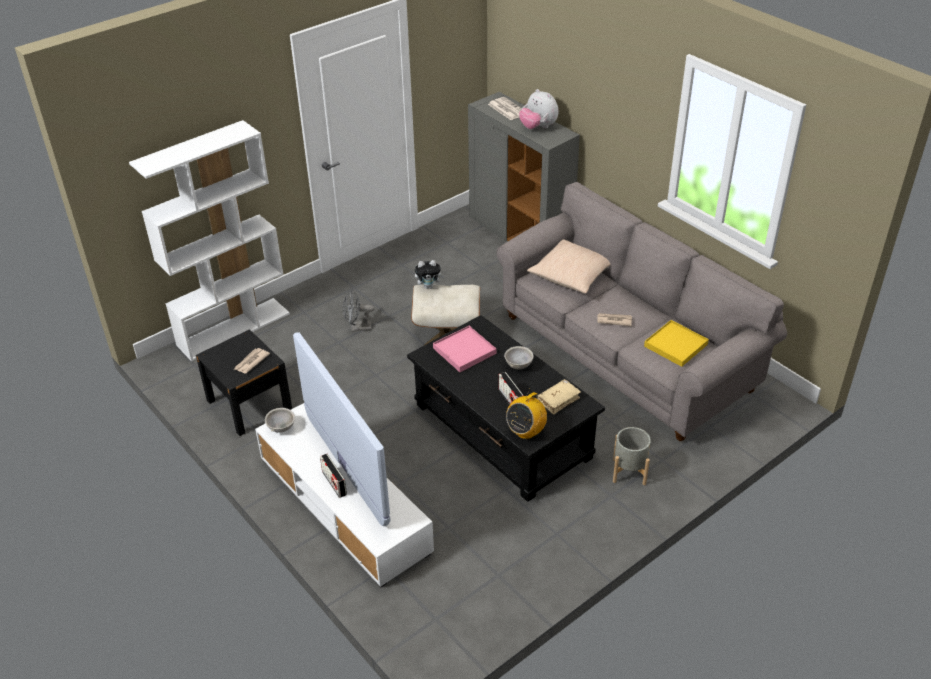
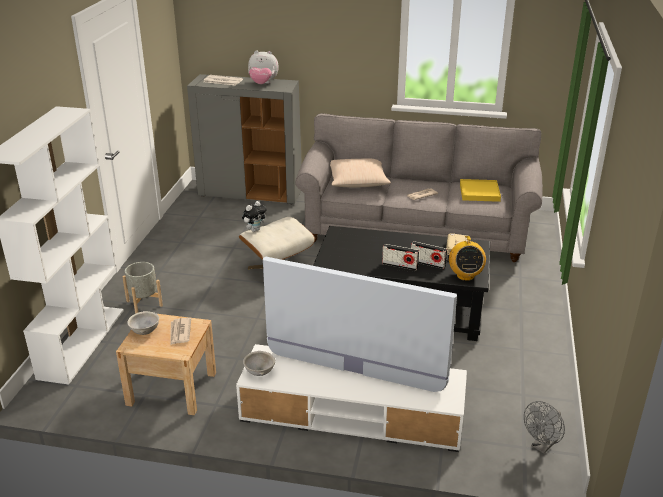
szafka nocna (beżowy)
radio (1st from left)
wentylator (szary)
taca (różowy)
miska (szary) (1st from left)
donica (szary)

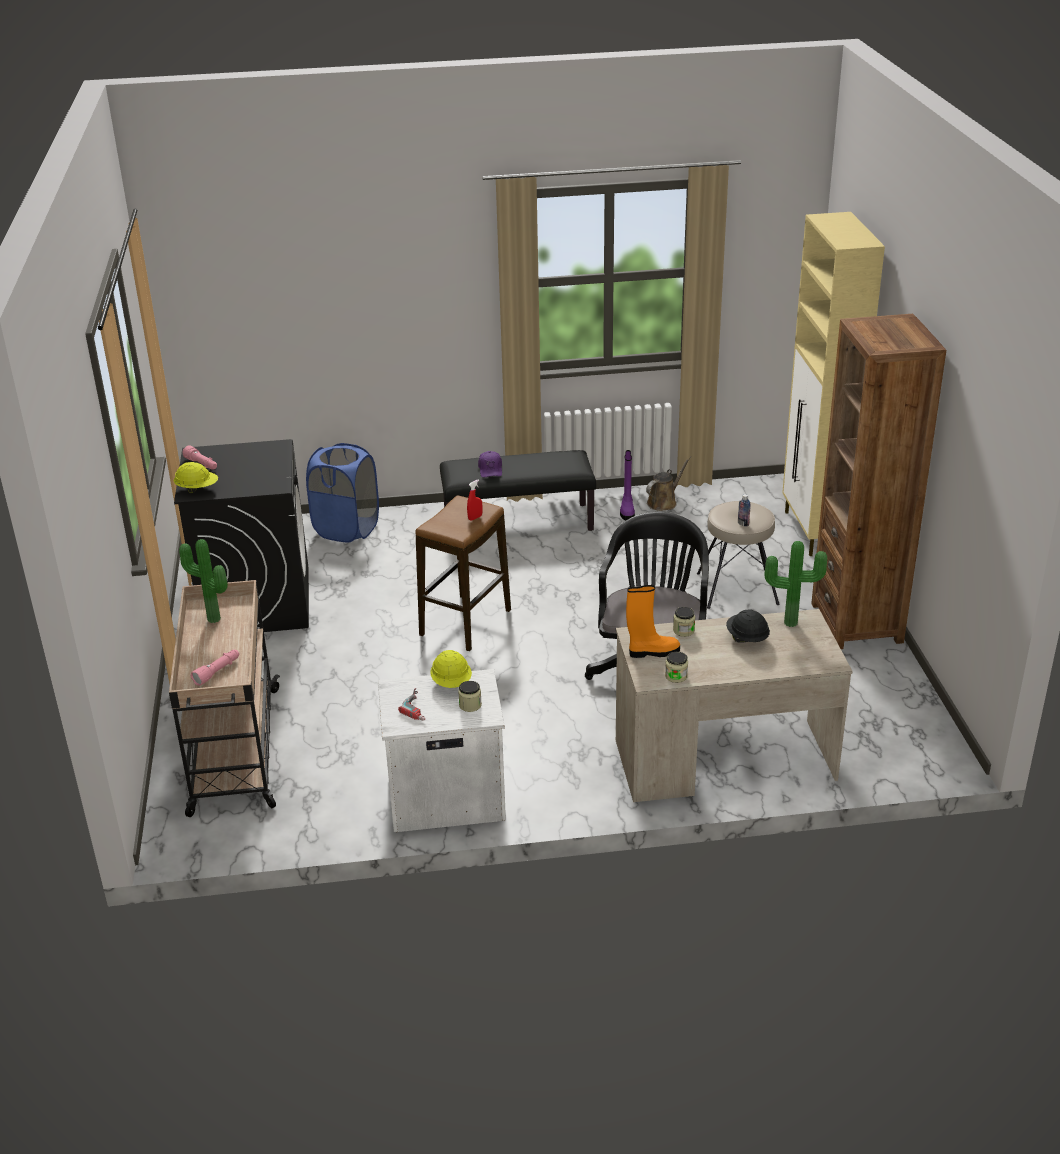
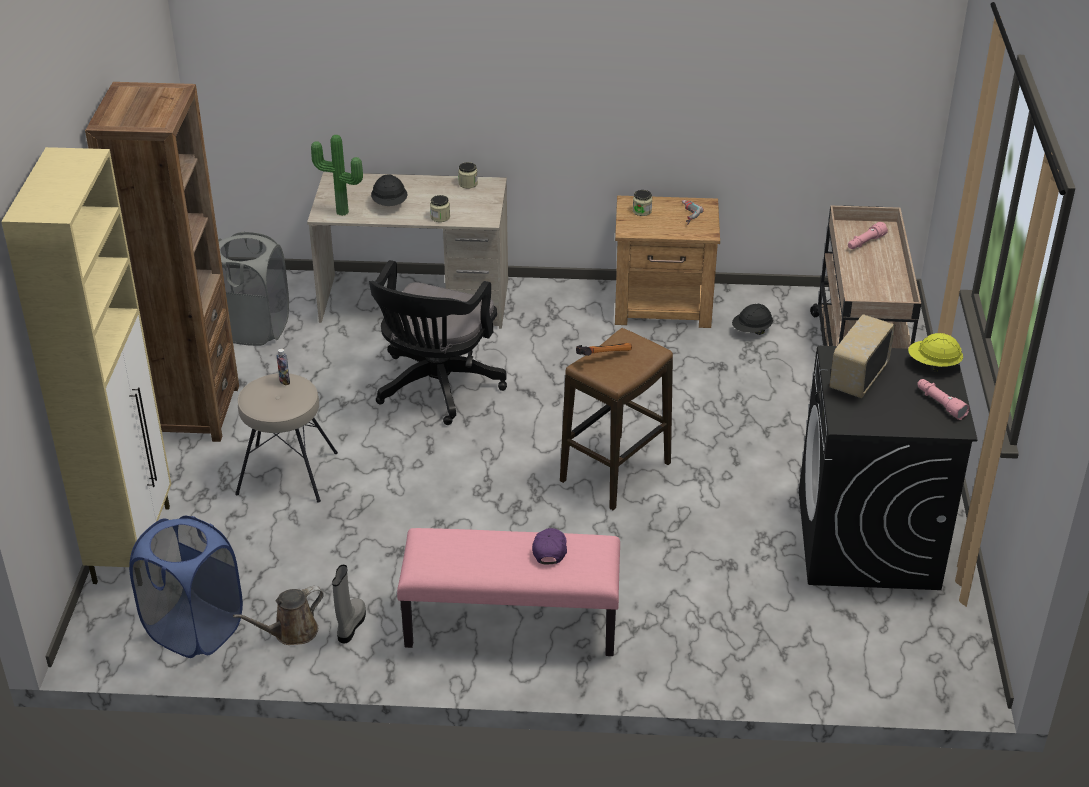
roślina doniczkowa (1st from left in the first image)
kosz na pranie (niebieski)
szafka nocna (brązowy)
kask (żółty) (2nd from left in the first image)
ławka (różowy)
młotek
but z cholewką (szary)
but z cholewką (pomarańczowy)
kosz na pranie (szary)
kask (czarny) (2nd from left)
radio

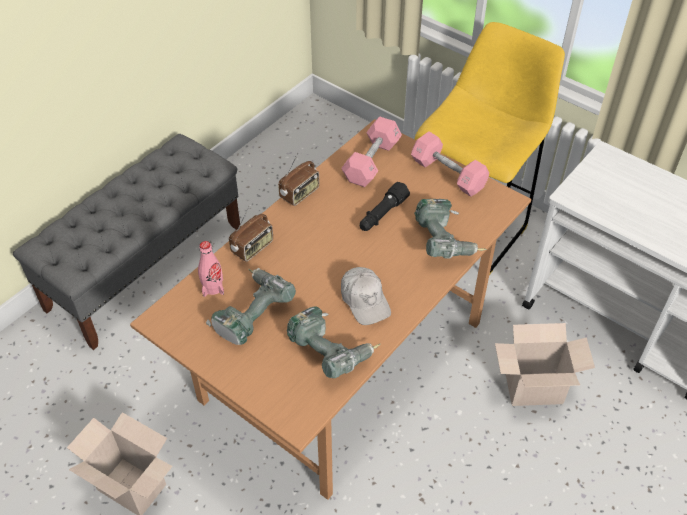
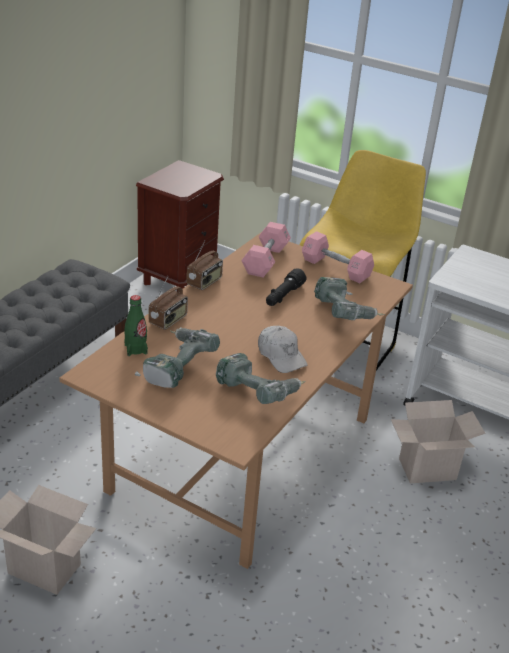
butelka (zielony)
szafka nocna (brązowy)

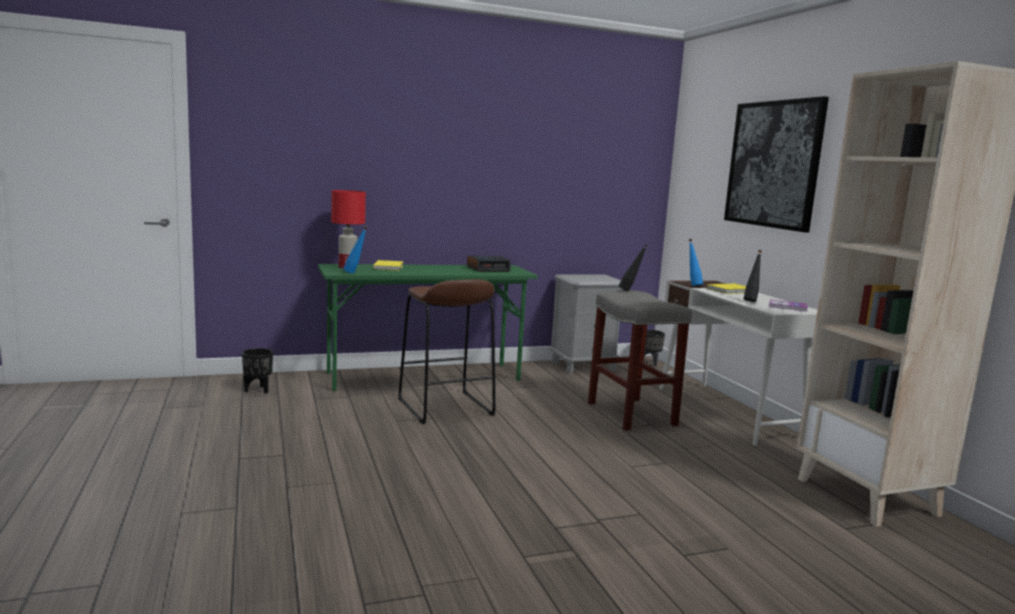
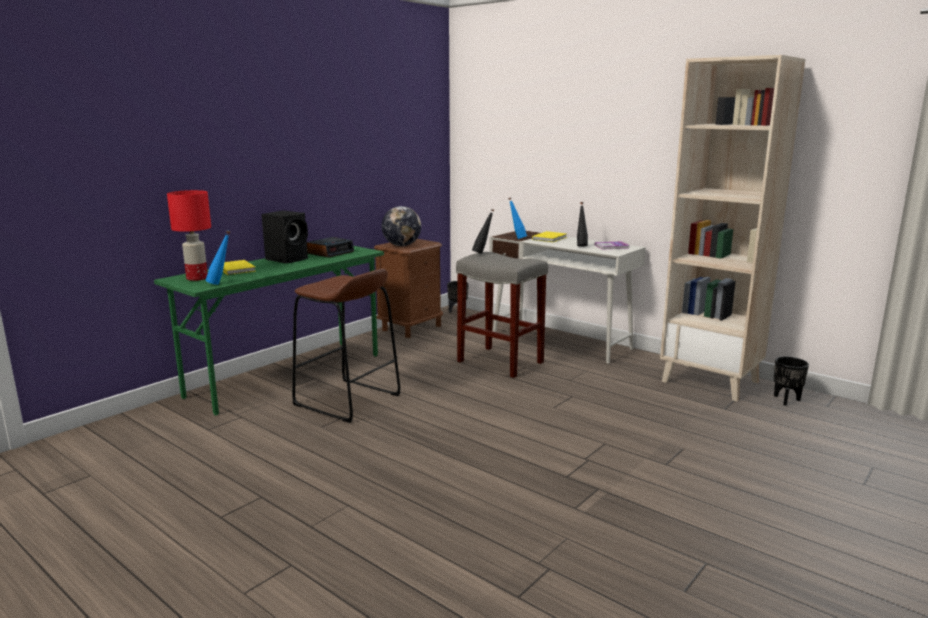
donica (czarny) (2nd from left)
szafka nocna (brązowy)
obraz
głośnik (czarny)
globus

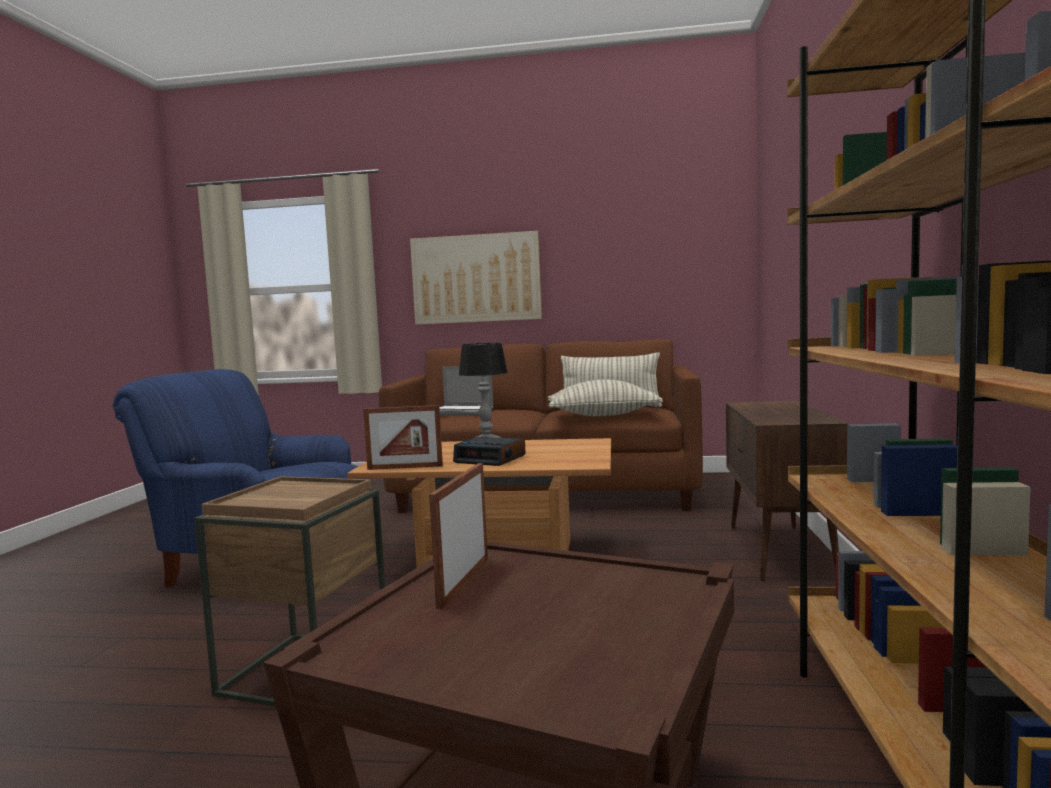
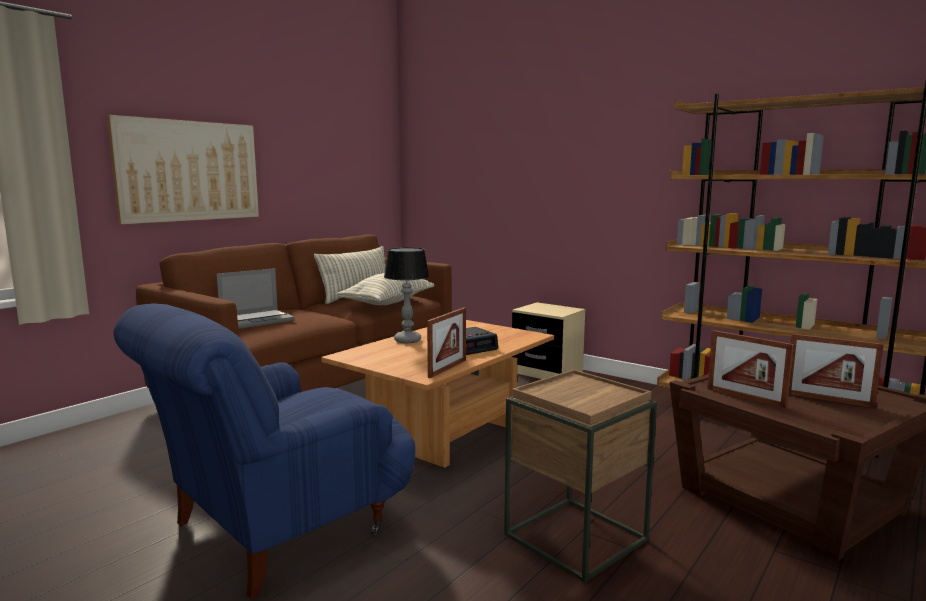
szafka nocna (beżowy)
ramka na zdjęcie (3rd from left)

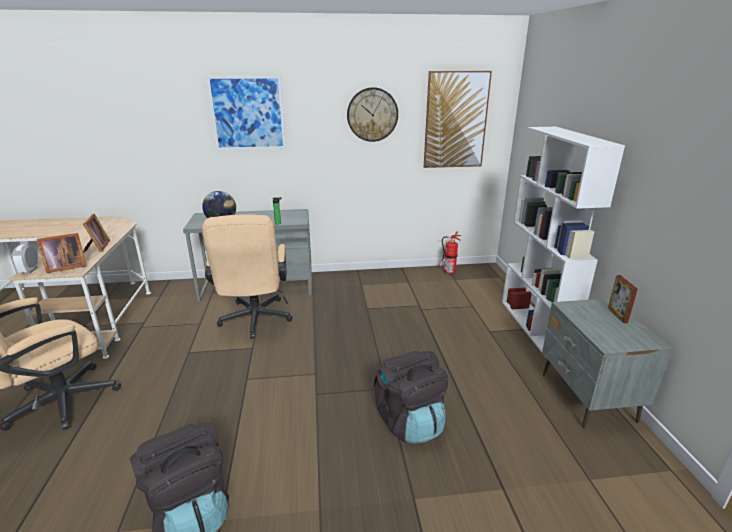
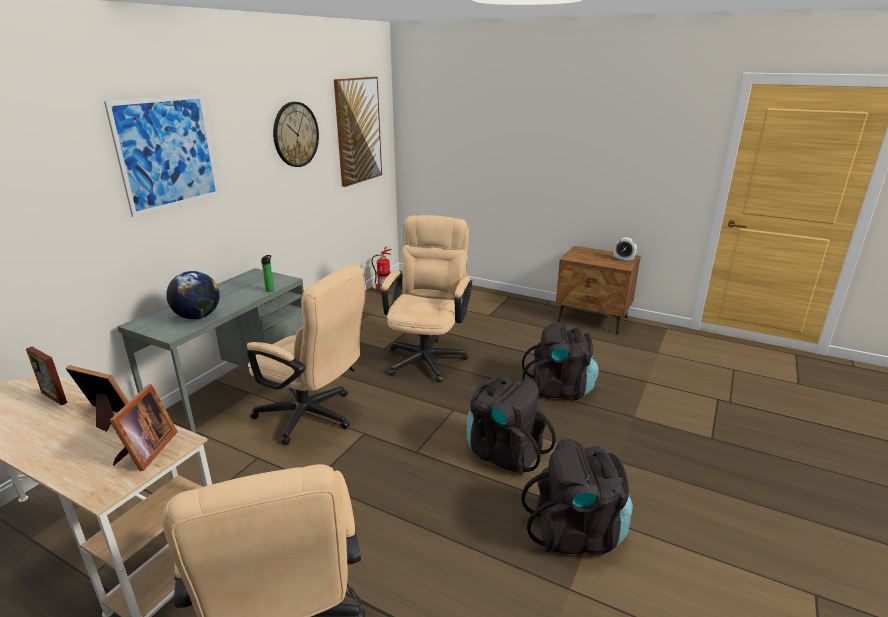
budzik
regał (biały)
szafka nocna (brązowy)
ramka na zdjęcie (1st from left)
krzesło biurowe (beżowy) (3rd from left)
plecak (czarny) (1st from left)

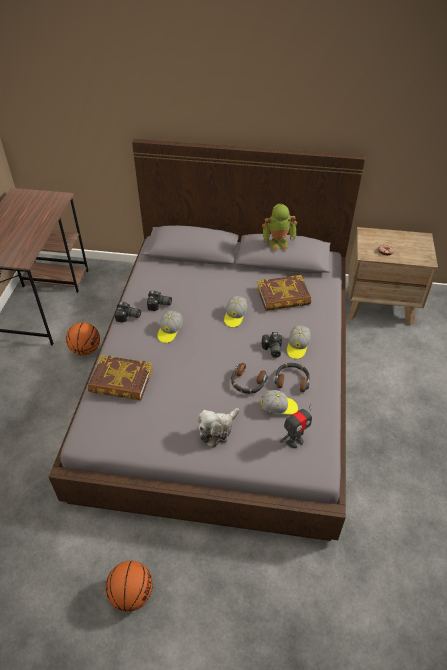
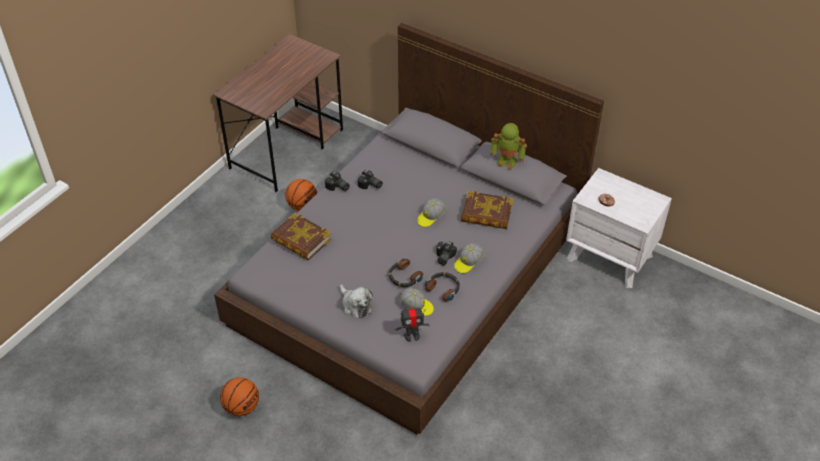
czapka z daszkiem (1st from left in the first image)
pluszak
szafka nocna (biały)

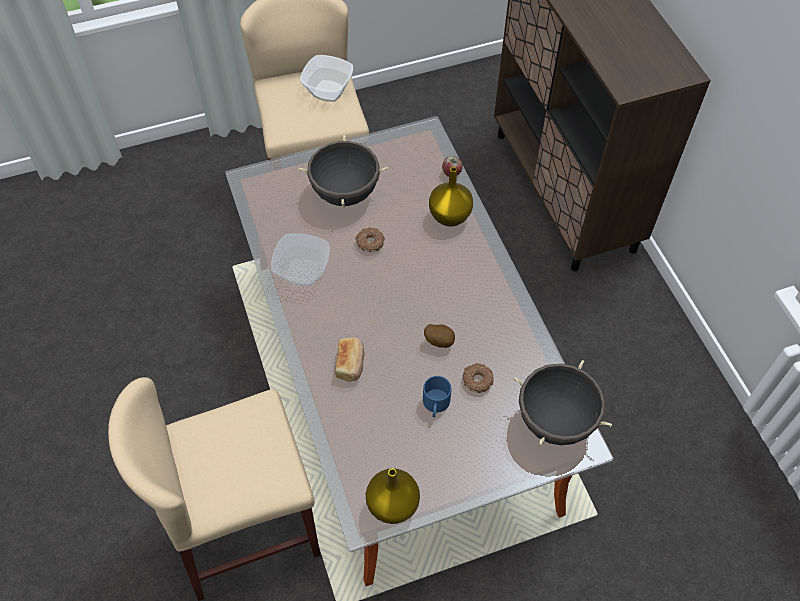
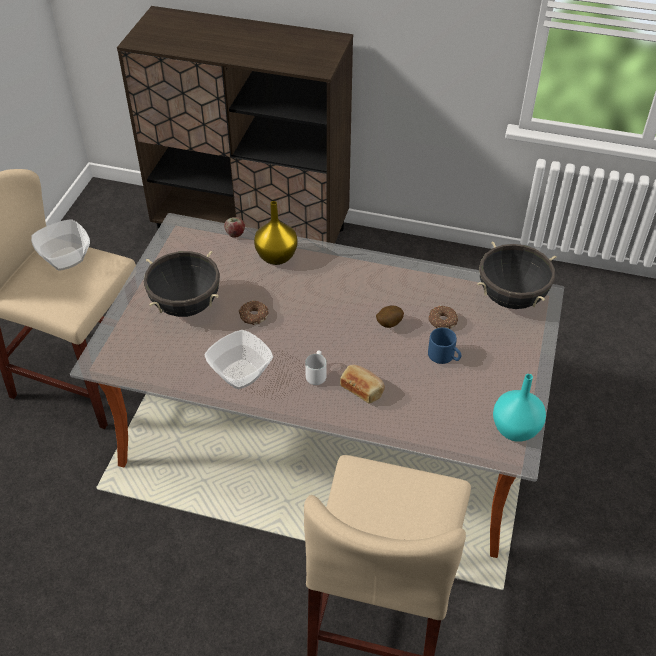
wazon (turkusowy)
kubek (biały)

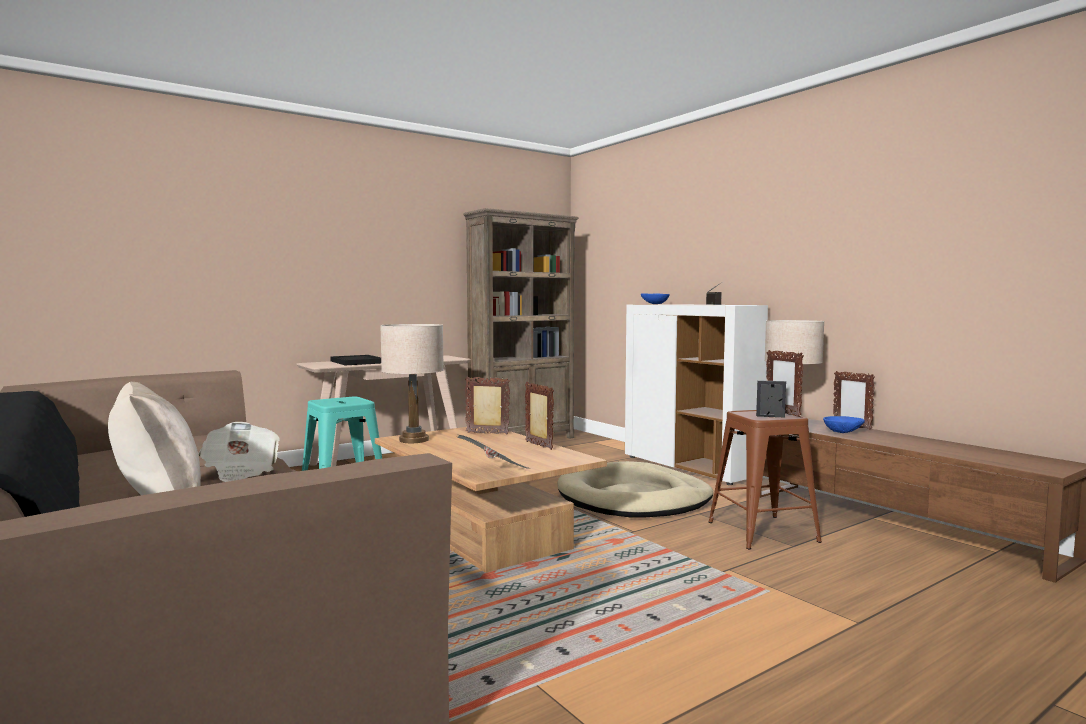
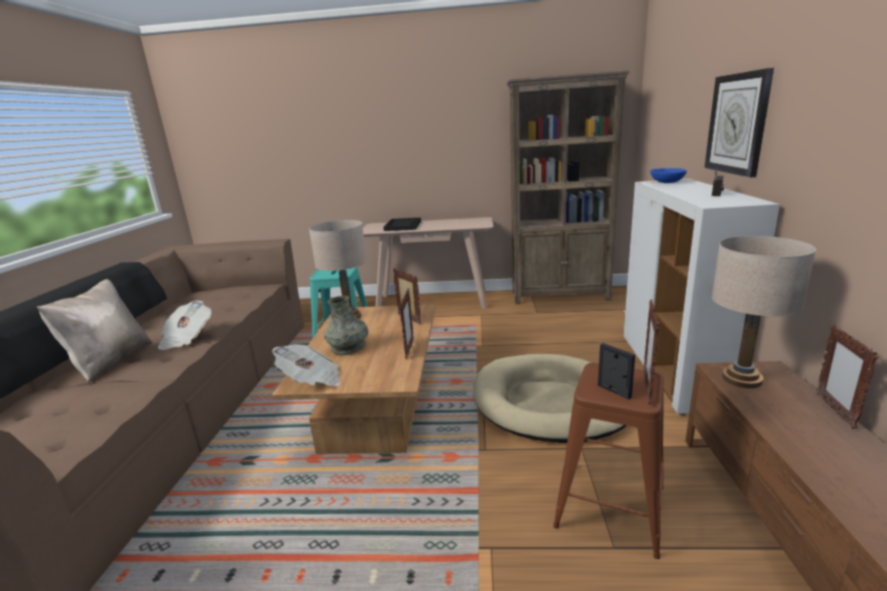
miska (niebieski) (2nd from left in the first image)
wazon (szary)
zegar ścienny

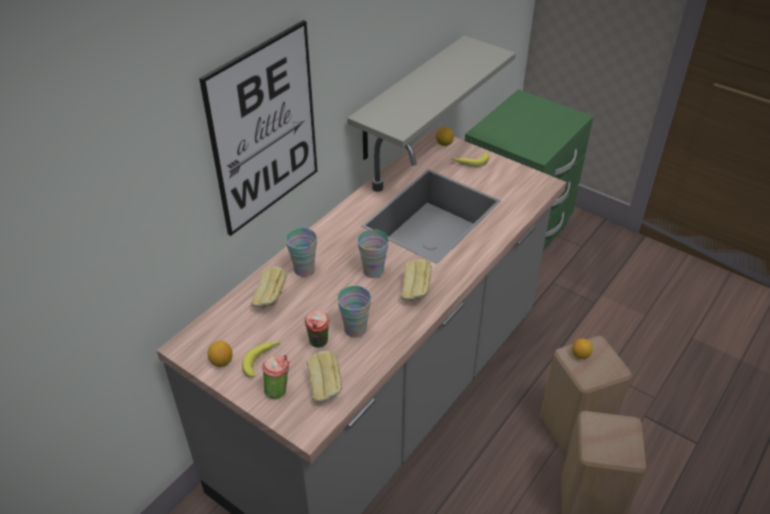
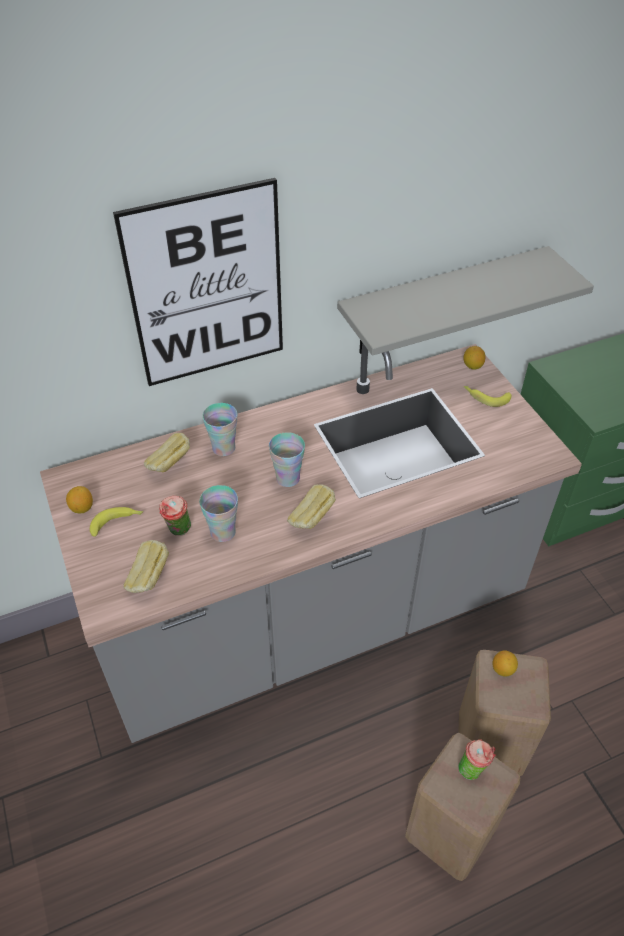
filiżanka (5th from left)

